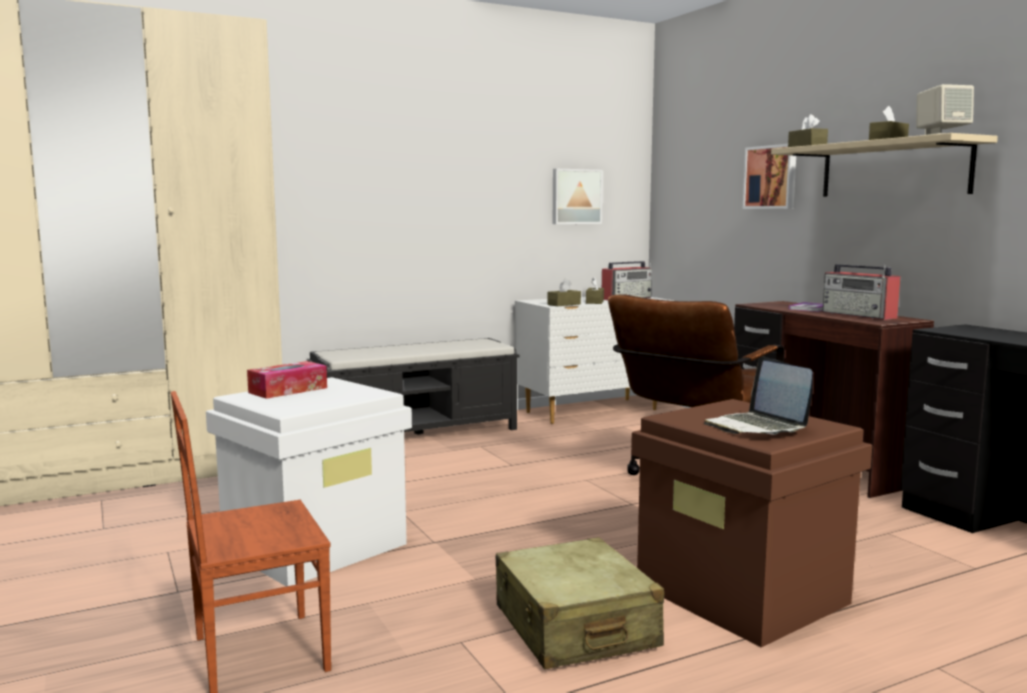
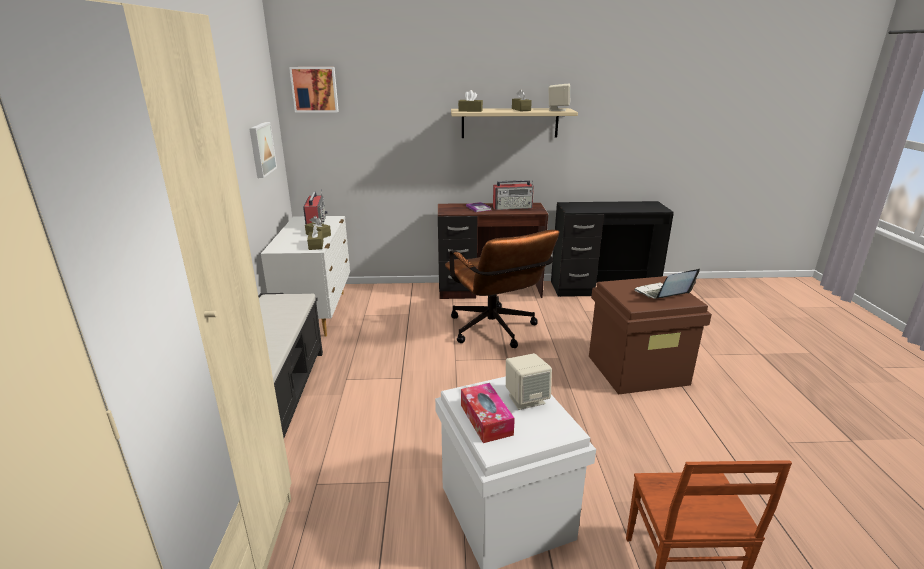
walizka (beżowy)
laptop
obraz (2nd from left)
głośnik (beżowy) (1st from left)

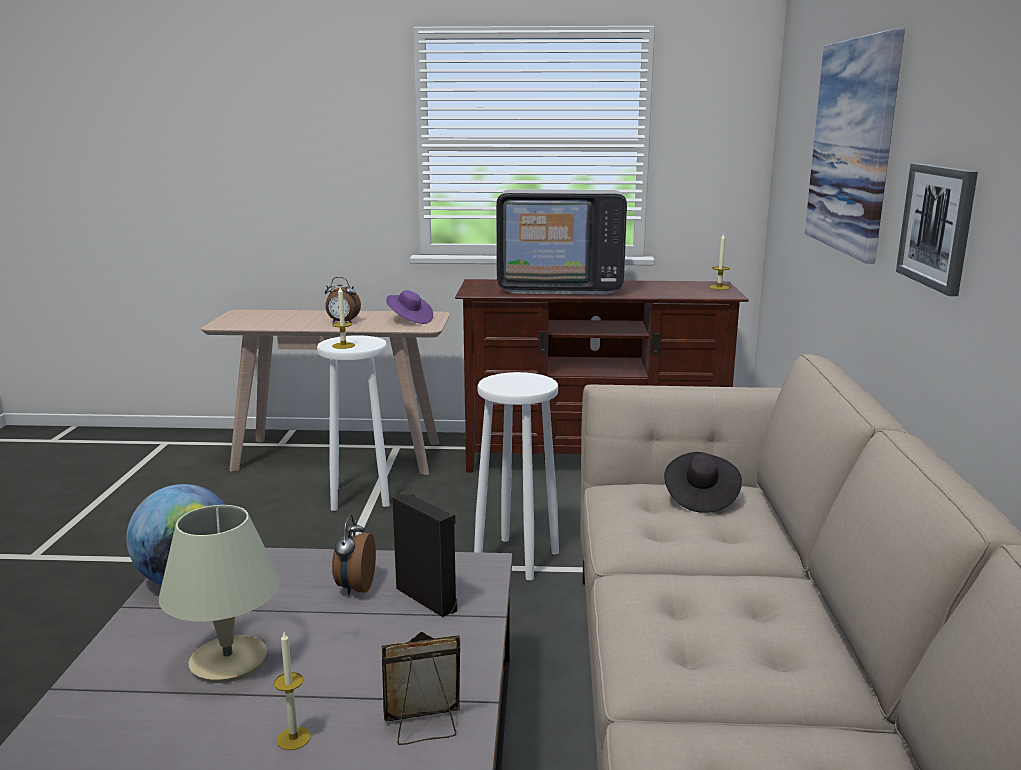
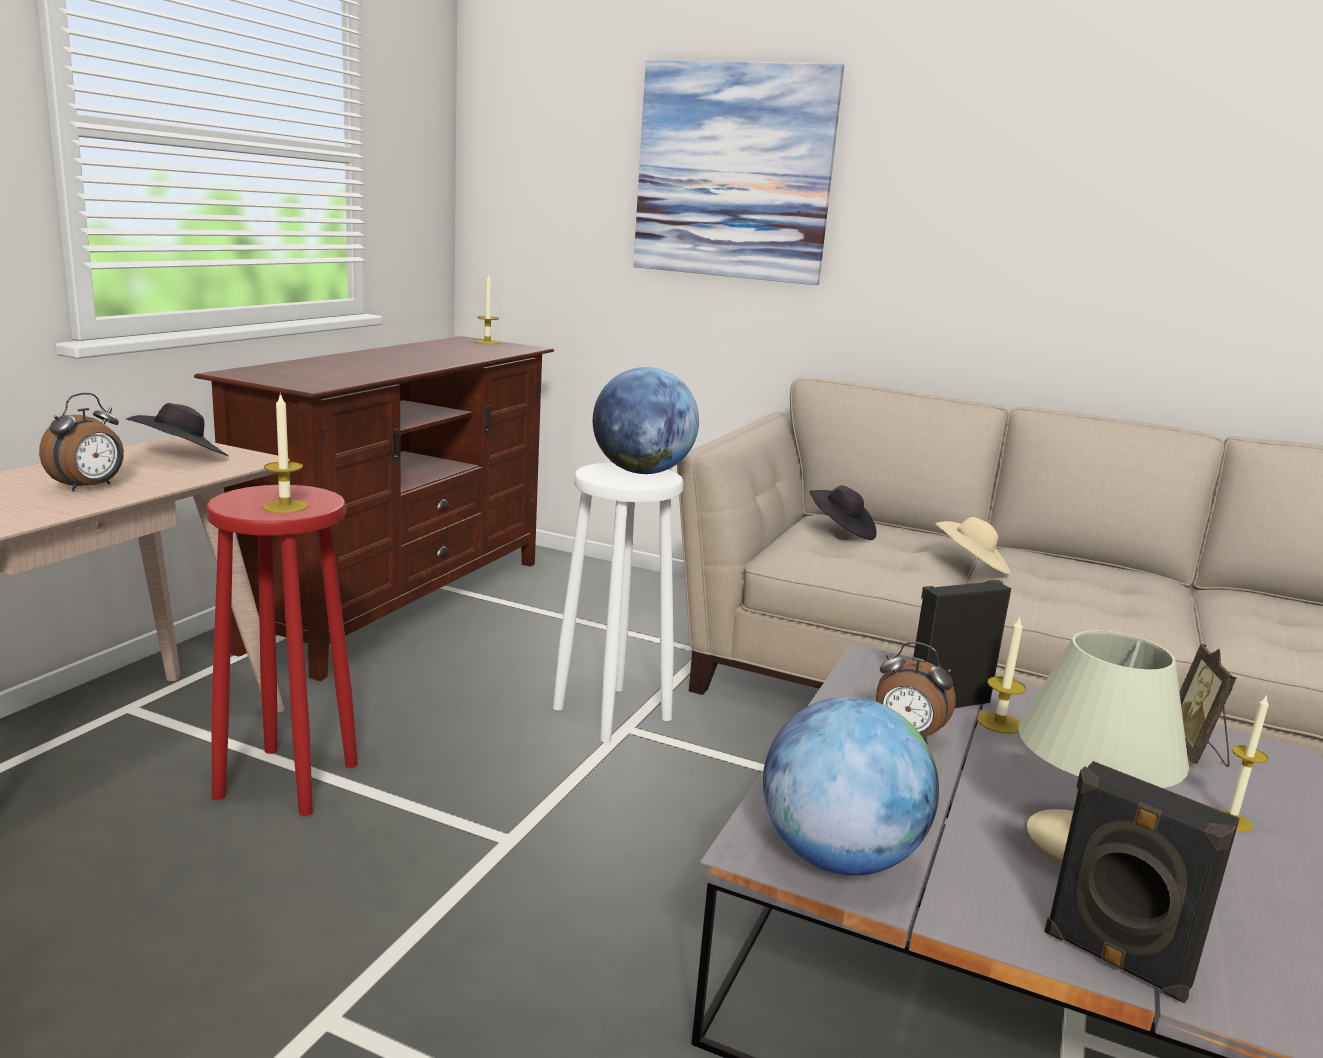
stołek (czerwony)
kapelusz (czarny) (1st from left)
telewizor
obraz (2nd from left in the first image)
globus (1st from left)
kapelusz (beżowy)
świeca (3rd from left)
głośnik (czarny) (2nd from left)

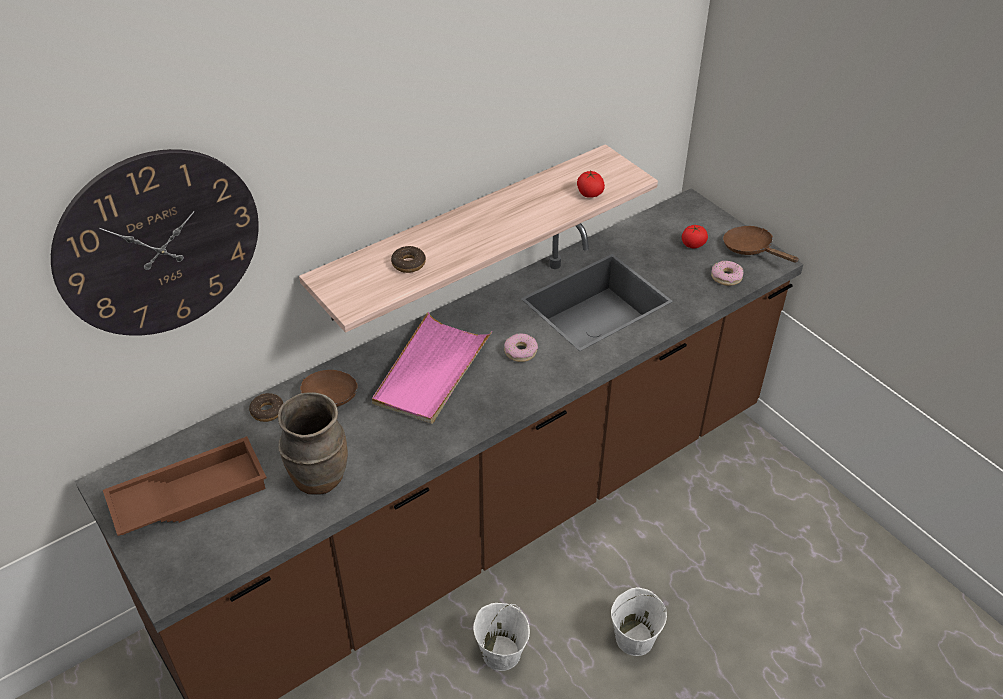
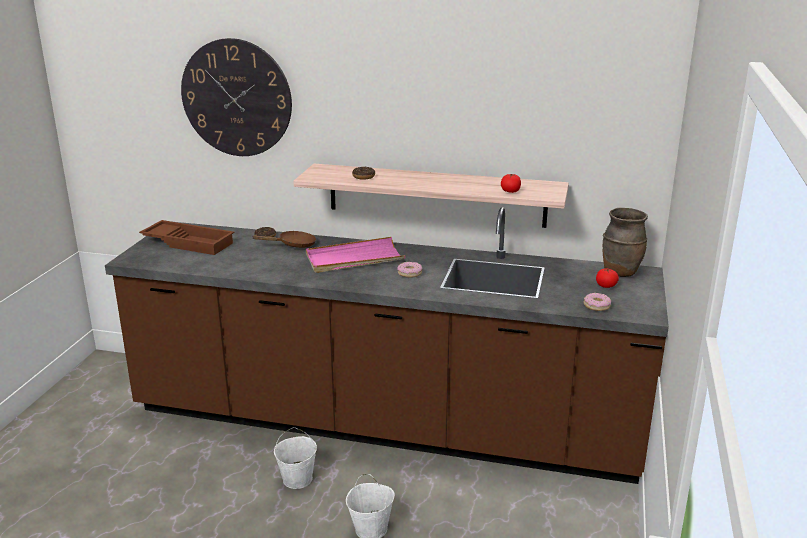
wazon (brązowy)
patelnia (brązowy) (2nd from left in the first image)

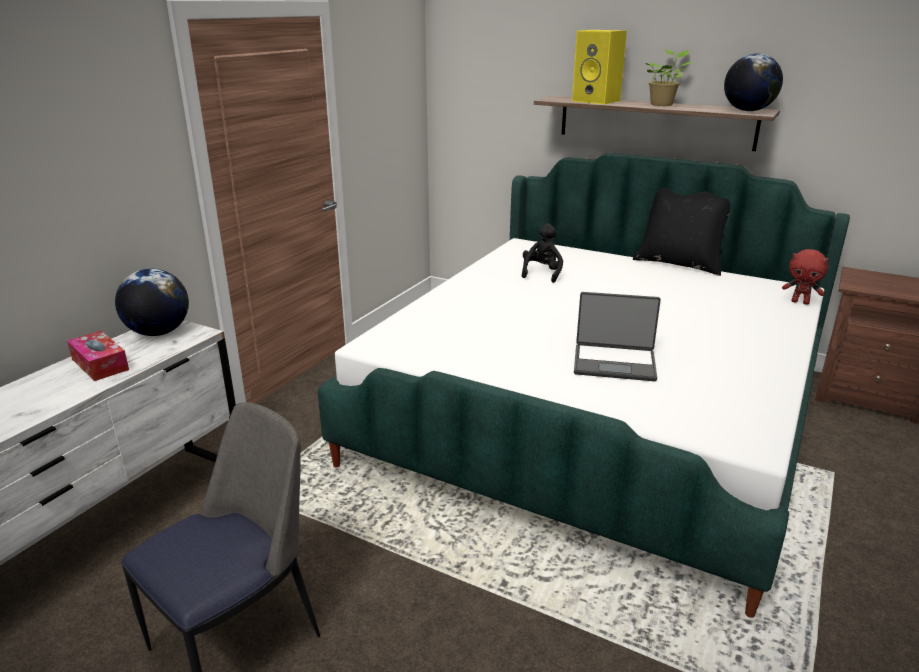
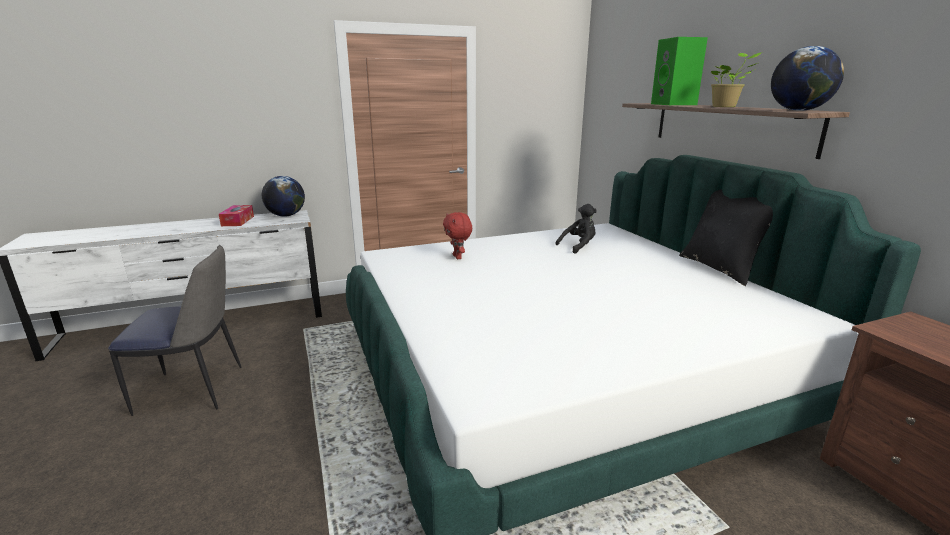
głośnik (zielony)
laptop
pluszak (czerwony)

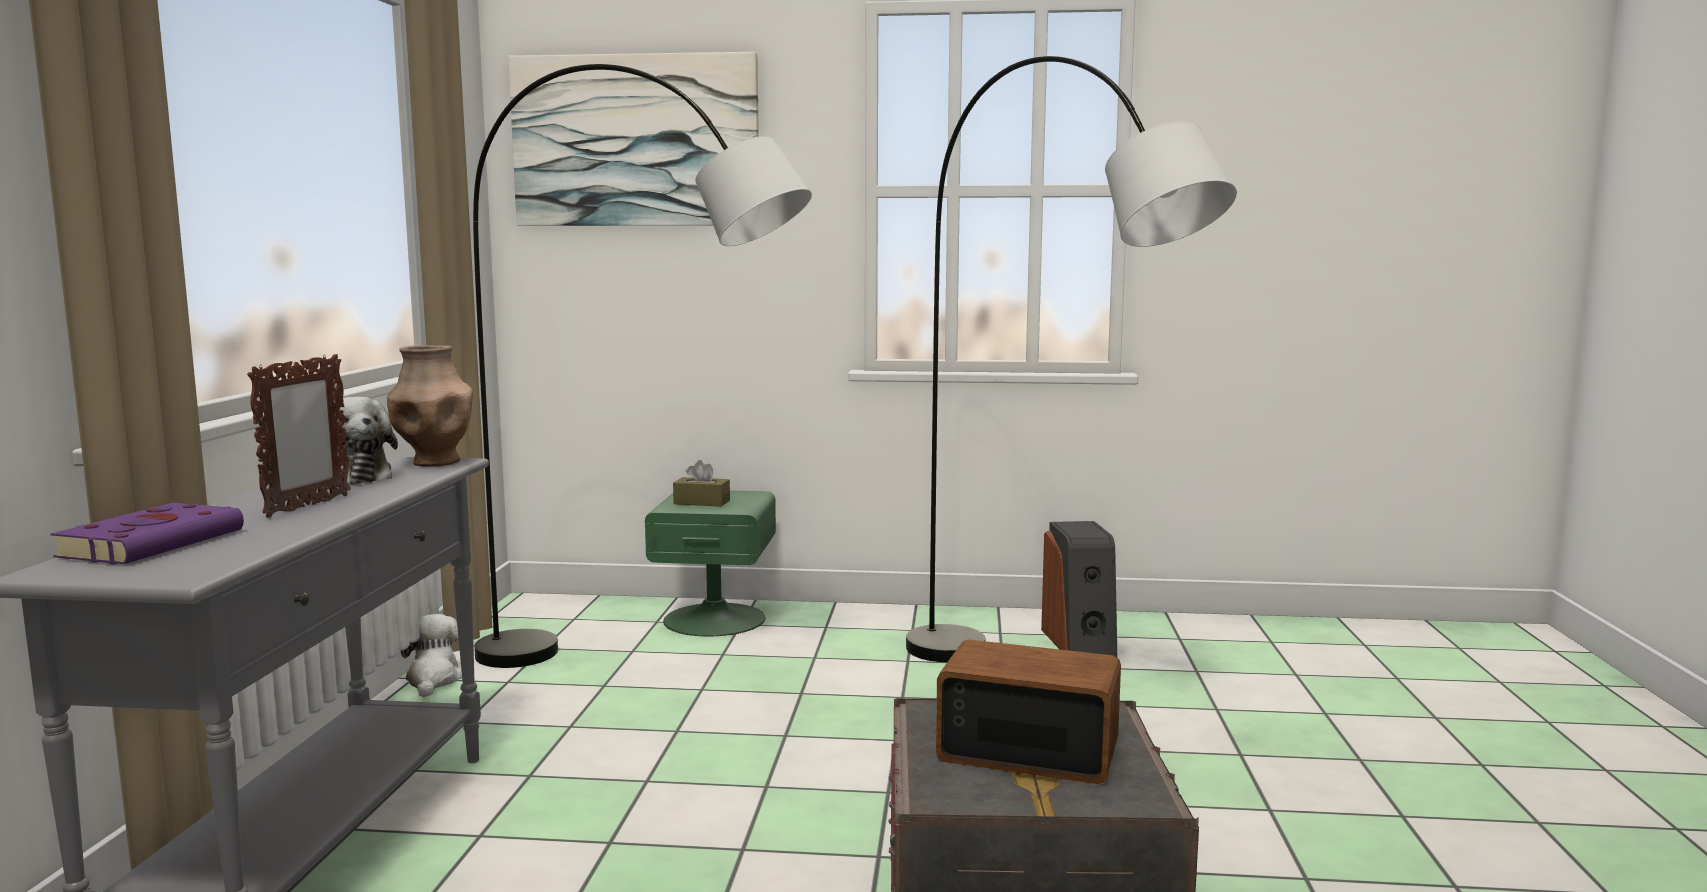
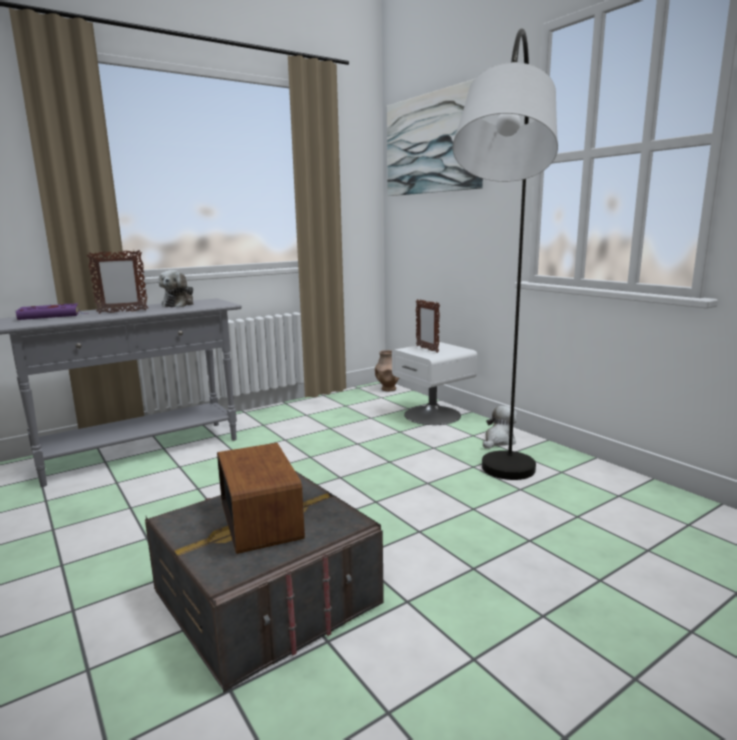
wazon (brązowy)
pluszak (2nd from left)
lampa stojąca (szary) (1st from left in the first image)
szafka nocna (biały)
ramka na zdjęcie (2nd from left)
głośnik

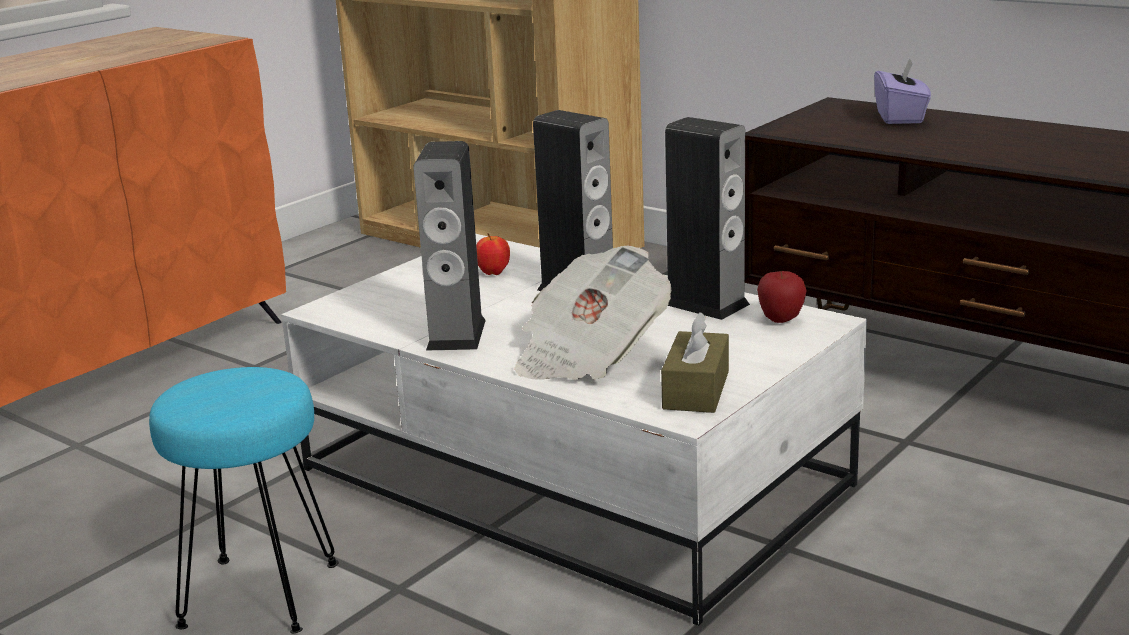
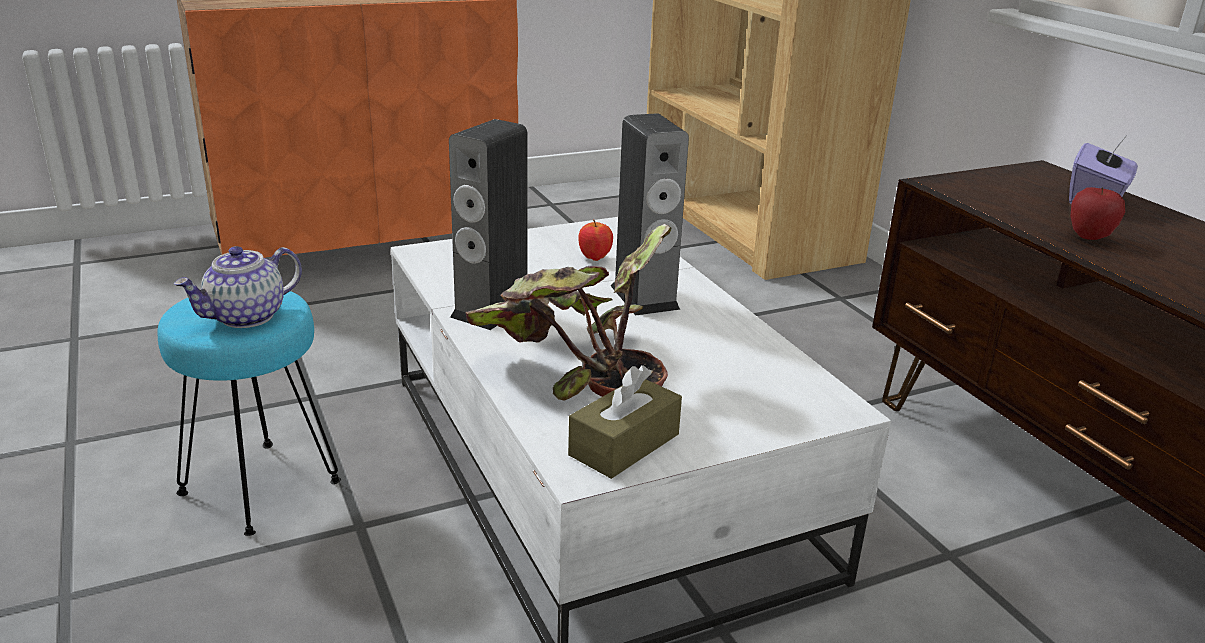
roślina doniczkowa
głośnik (3rd from left in the first image)
jabłko (2nd from left)
imbryk

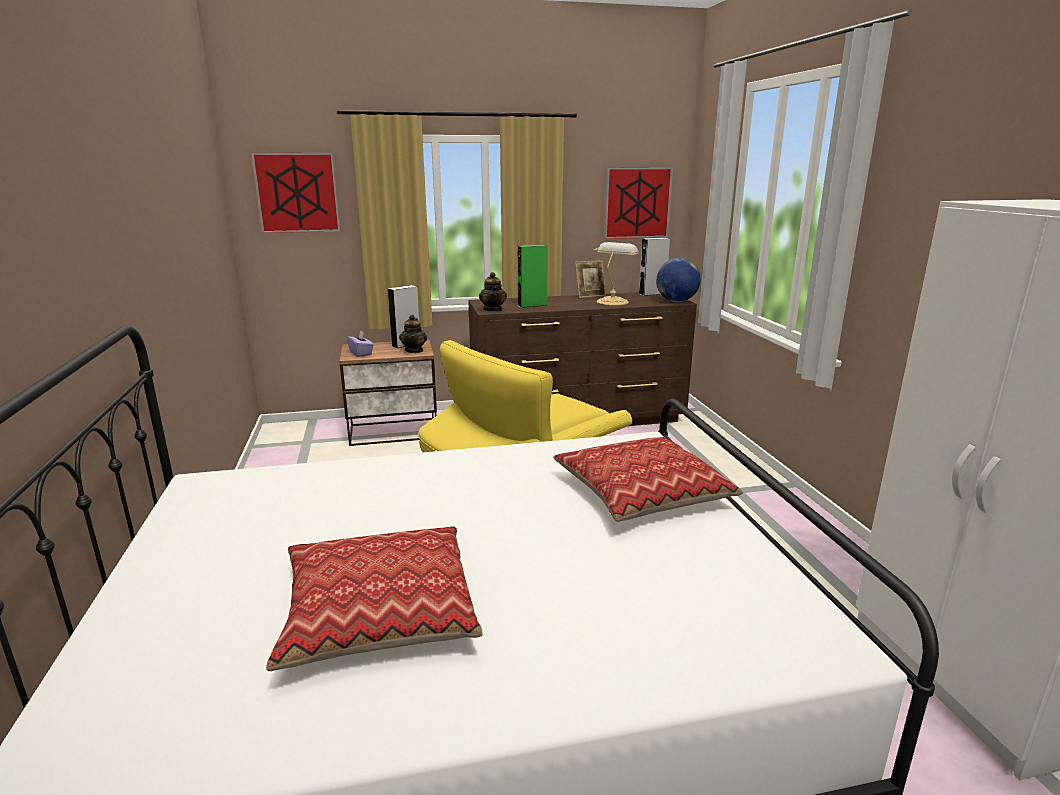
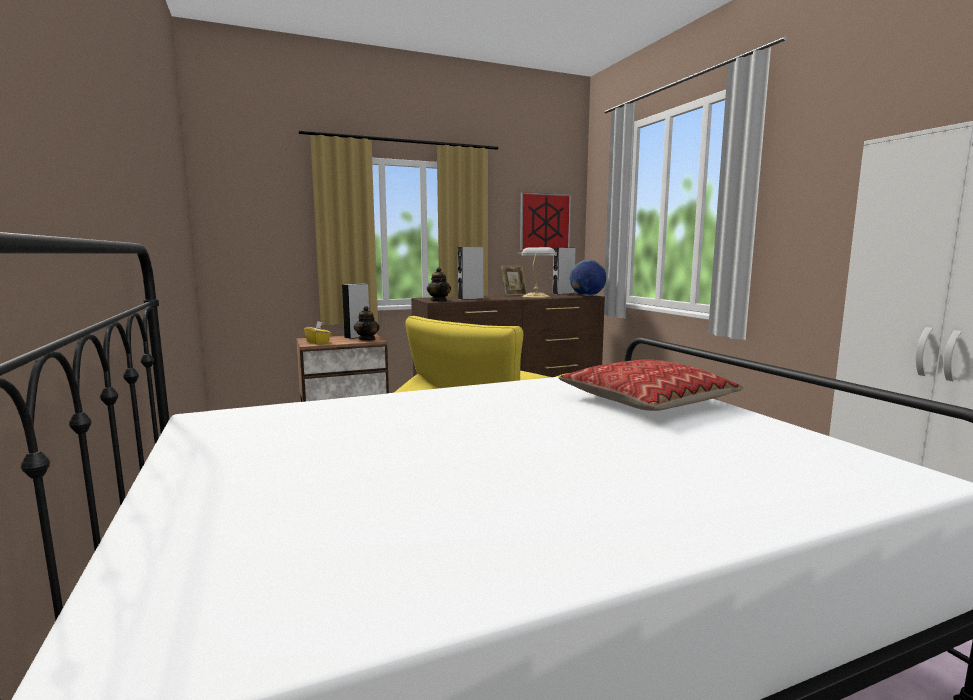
obraz (1st from left in the first image)
poduszka (1st from left in the first image)
pudełko chusteczek (żółty)
głośnik (szary) (2nd from left)

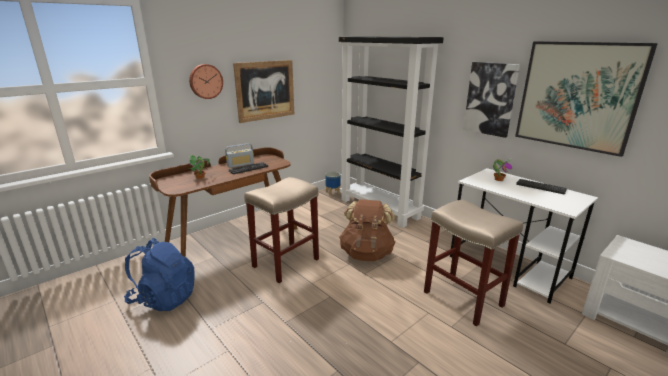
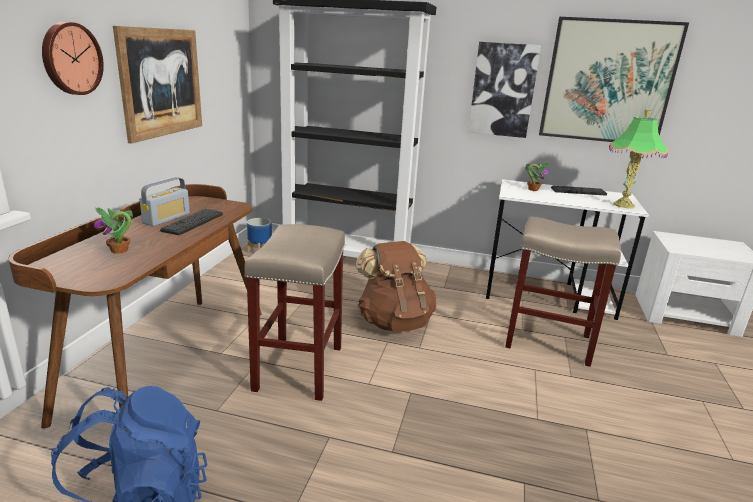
lampa stołowa

